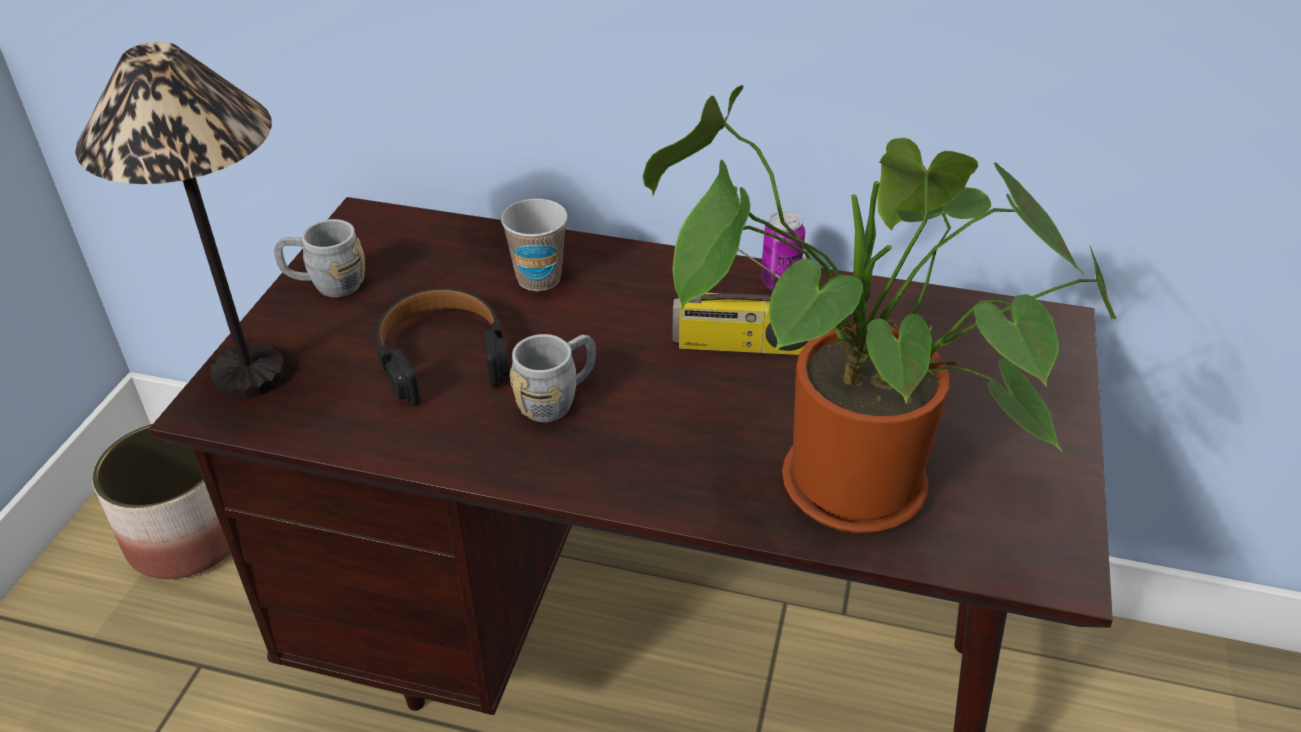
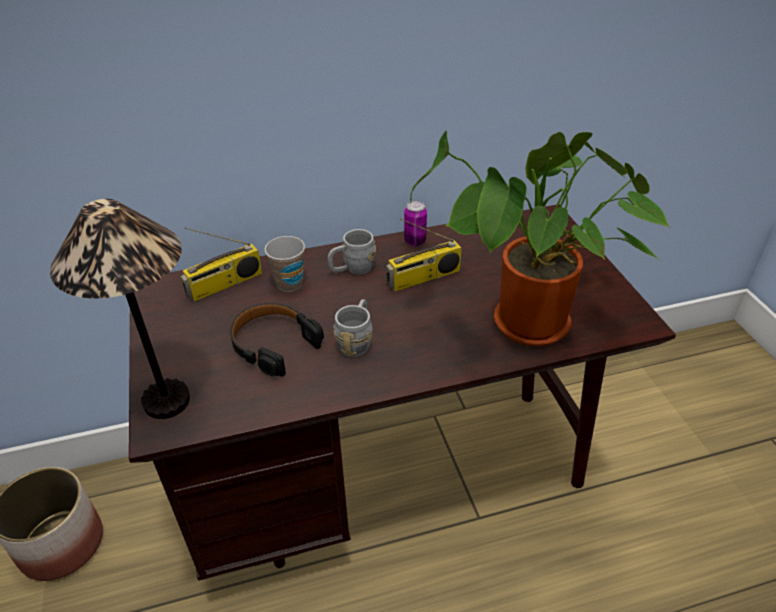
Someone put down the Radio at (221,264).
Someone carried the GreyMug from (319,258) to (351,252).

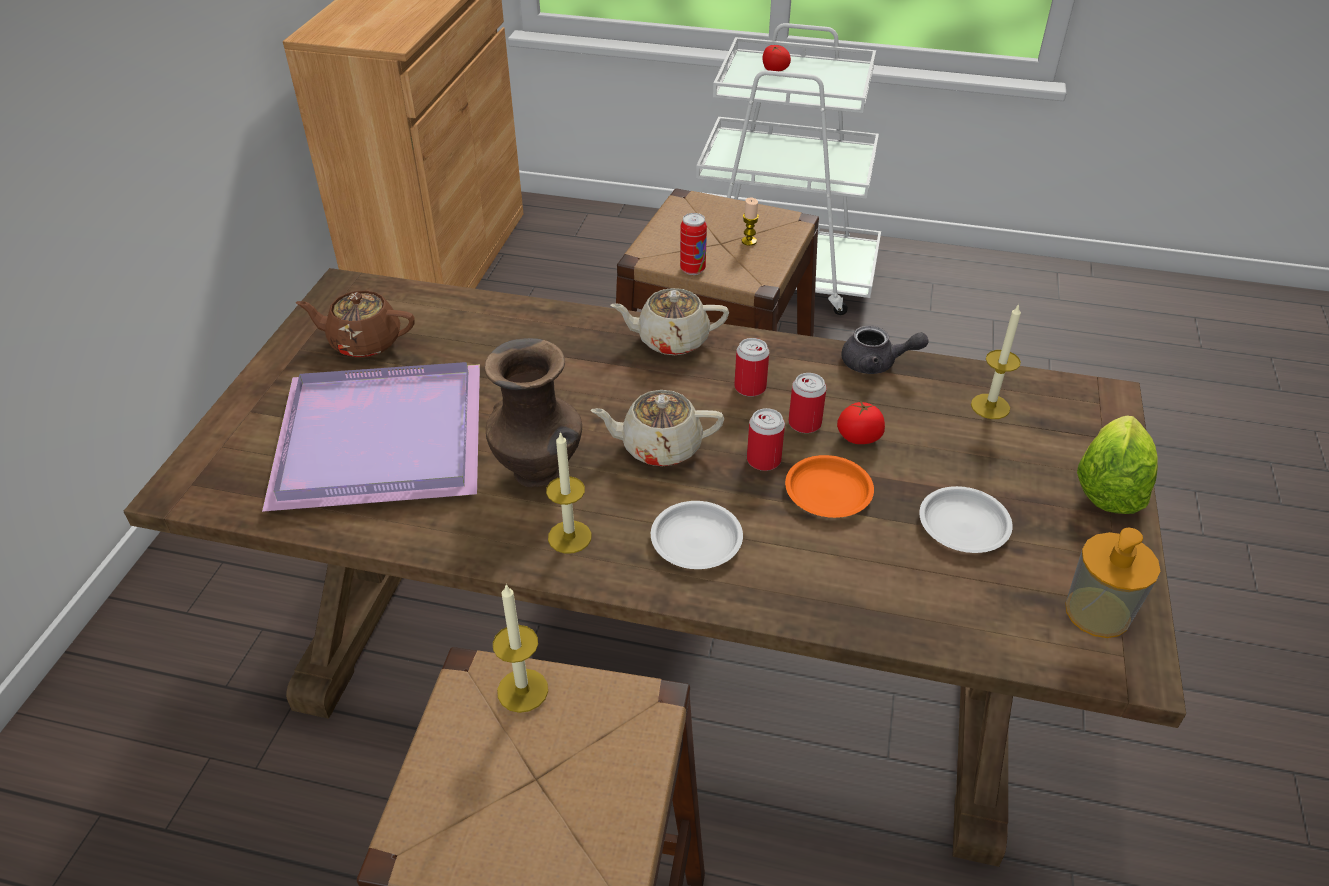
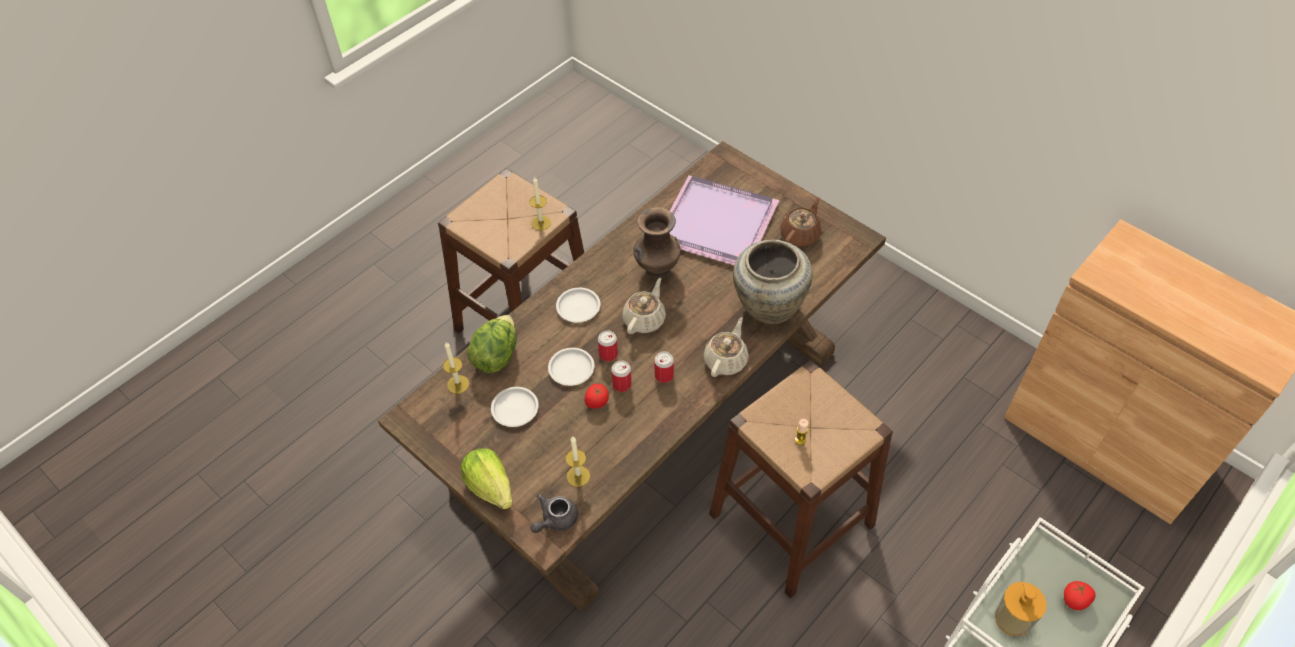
Someone took away the Can at (693,244).
Someone put down the Lettuce at (491,344).
Someone put down the BeigeVase at (773,282).
Someone carried the Candle from (568,492) to (456,368).
Someone carried the GreyTeapot from (885,349) to (554,513).
Someone carried the SoapDispenser from (1112,583) to (1021,609).
Someone repainted the OrangePlate at (829,486), which became the WhitePlate at (571,367).

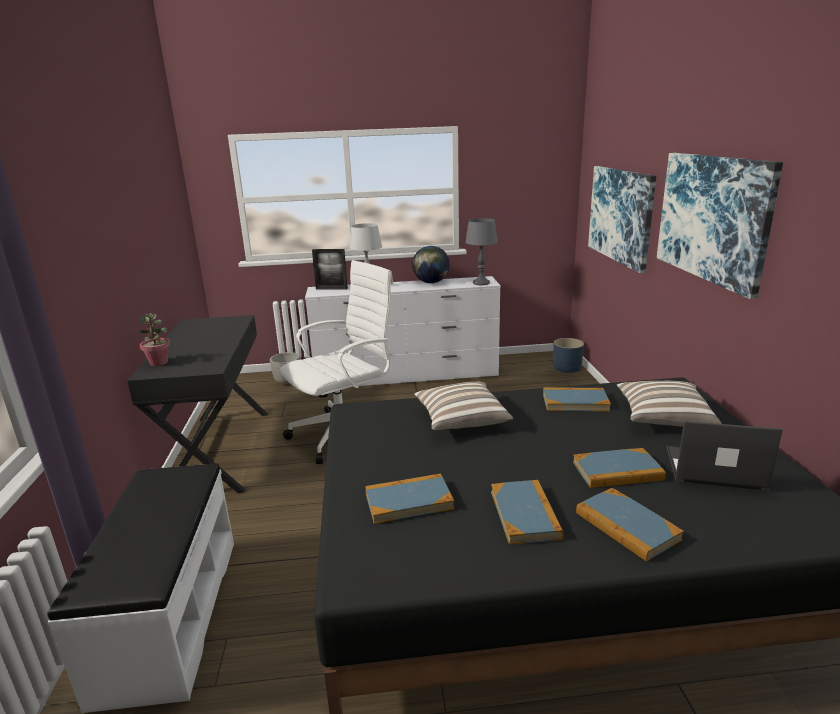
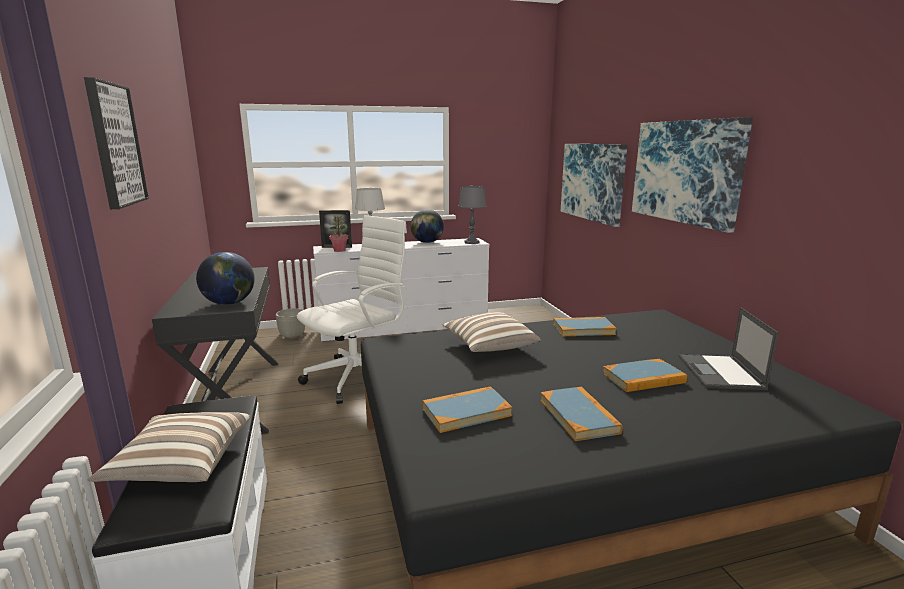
Someone took away the BluePlanter at (568,355).
Someone took away the Book at (630,525).
Someone put up the Picture at (116,143).
Someone put down the Globe at (225,278).
Someone carried the PottedPlant from (154,339) to (338,233).
Someone carried the Pillow from (669,404) to (169,447).
Someone rotated the Laptop at (724,456) by 90 degrees counterclockwise.

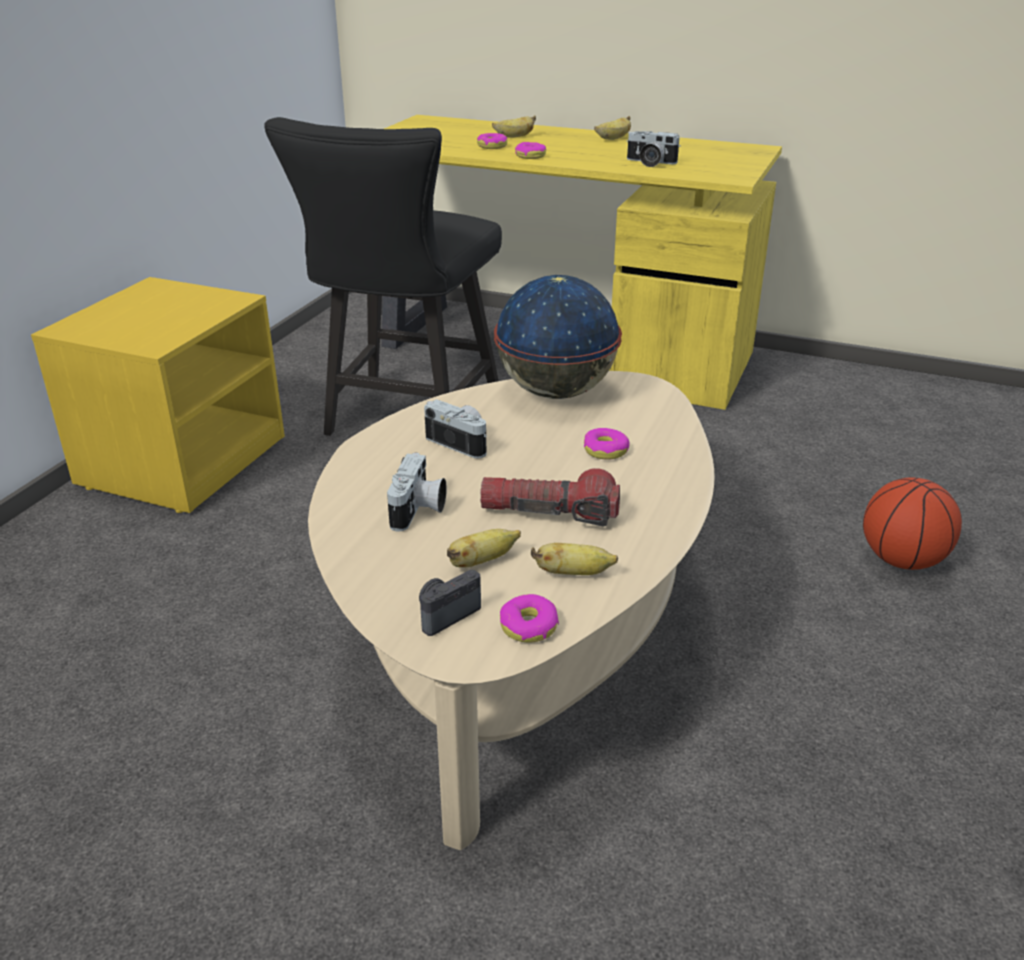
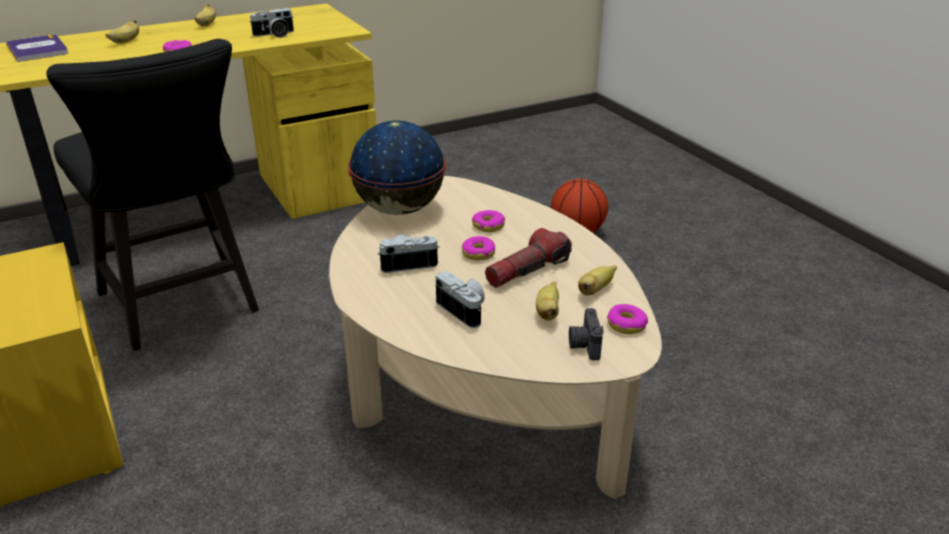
Someone put down the Book at (37,48).
Someone carried the Donut from (492,141) to (478,248).

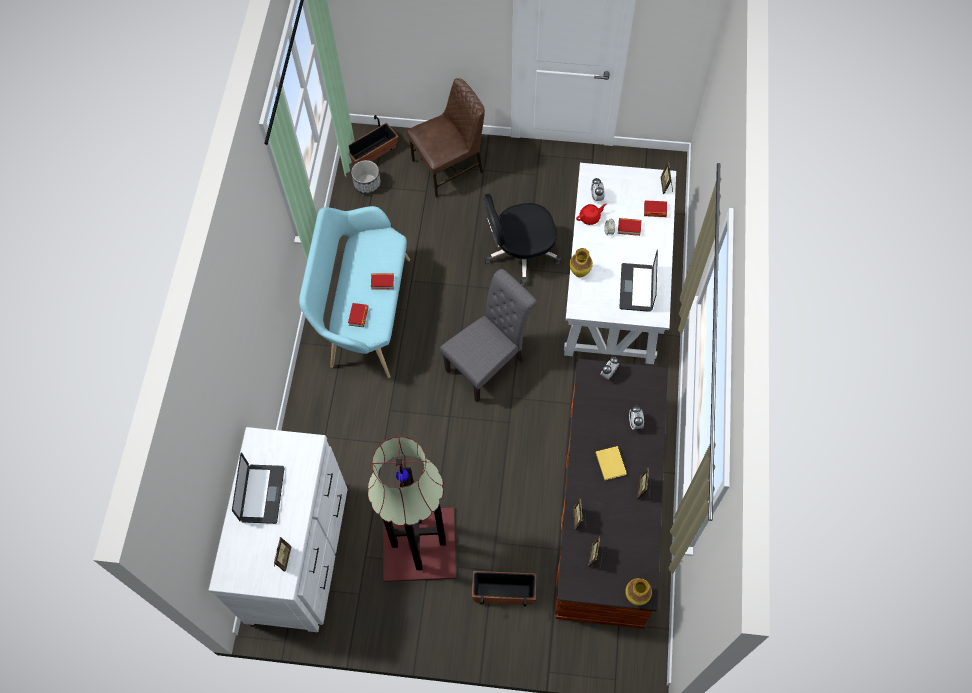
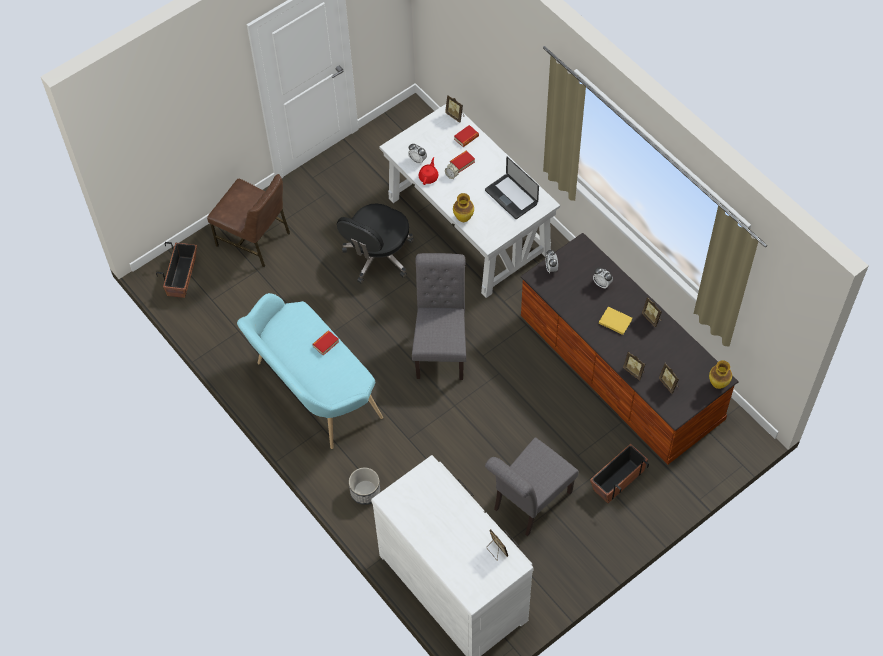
Someone took away the Laptop at (258,488).
Someone took away the Book at (358,315).
Someone carried the Planter from (366,177) to (364,486).
Someone swapped the FloorLamp at (412,509) for the GreyChair at (532,487).
Someone rotated the BrownChair at (446,138) by 105 degrees clockwise.

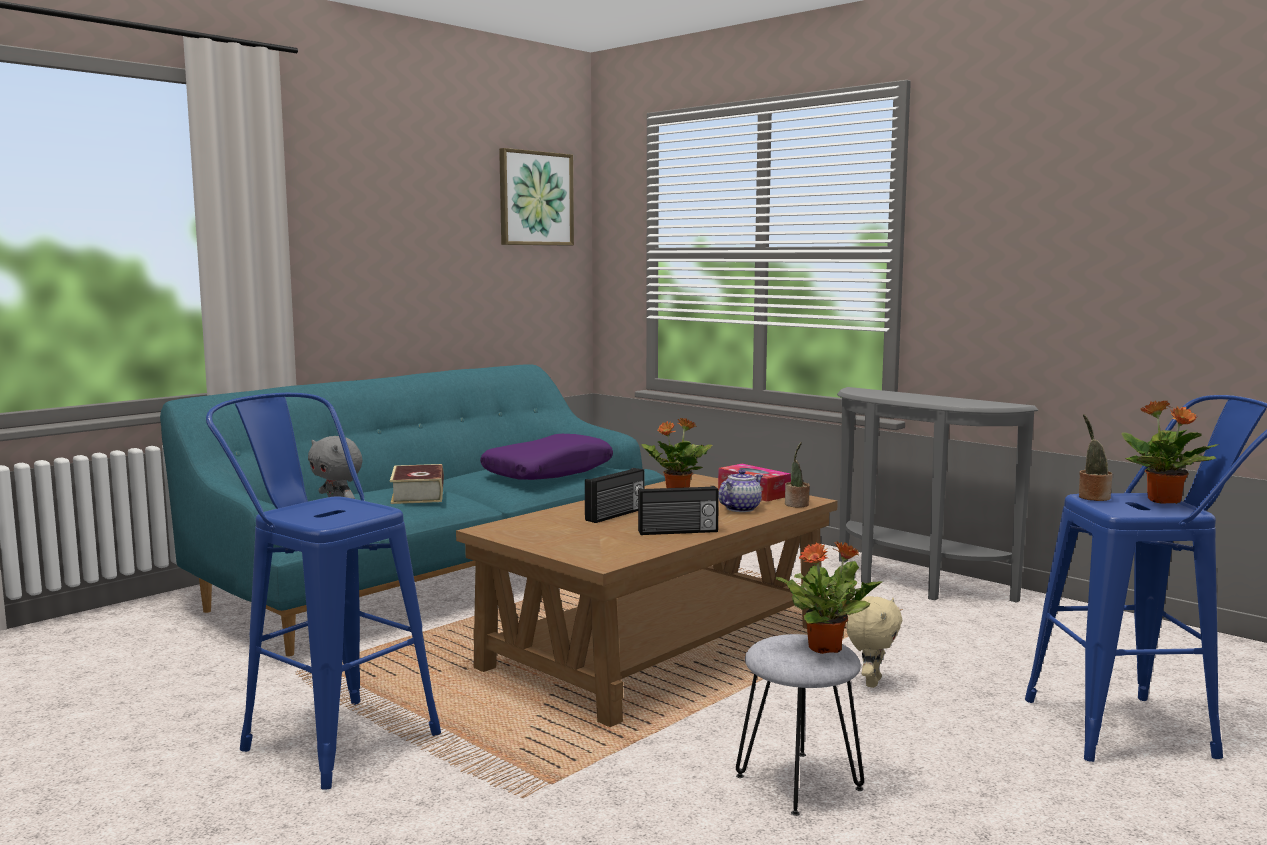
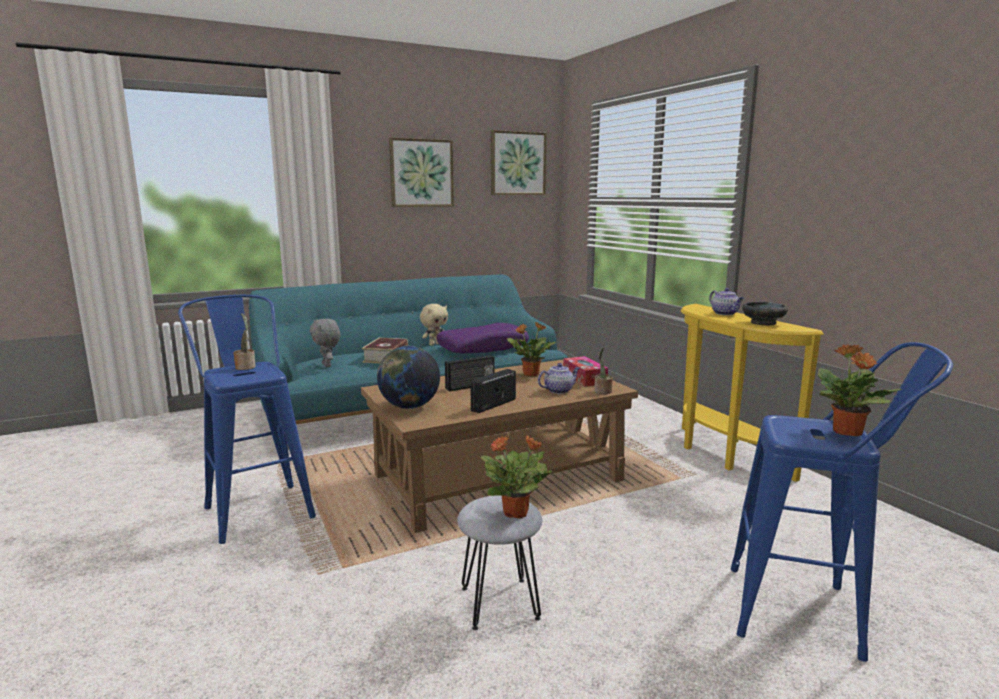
Someone put down the Globe at (408,377).
Someone put up the Picture at (421,172).
Someone put down the Teapot at (726,301).
Someone put down the BlackBowl at (765,314).
Someone carried the BeigePlushToy from (874,642) to (434,325).
Someone carried the PottedPlant from (1096,457) to (244,341).
Someone repainted the GreyConsoleTable at (937,495), which became the YellowConsoleTable at (752,393).
Someone rotated the Radio at (678,510) by 120 degrees clockwise.

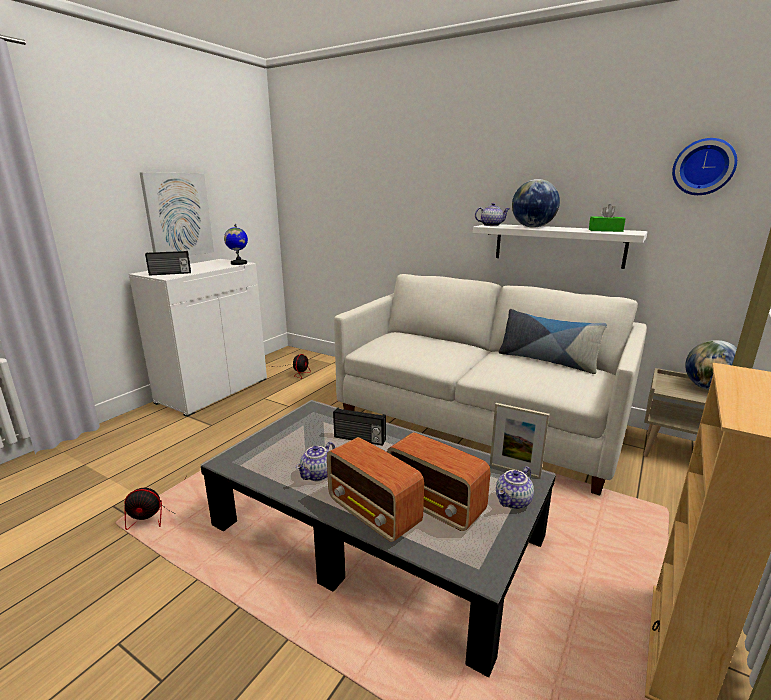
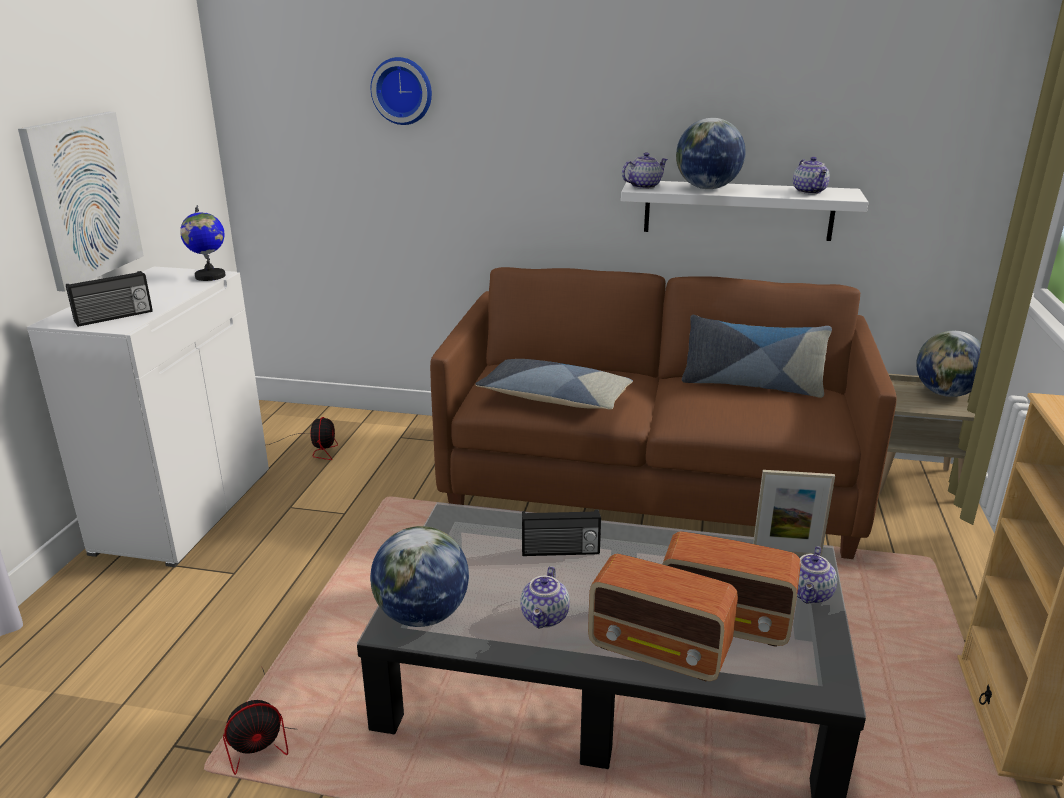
Someone put down the Globe at (419,576).
Someone put down the Pillow at (554,384).
Someone carried the WallClock from (704,166) to (401,91).
Someone swapped the GreenTissueBox at (607,218) for the Teapot at (811,175).
Someone repainted the WhiteSofa at (490,384), which became the BrownSofa at (663,413).

